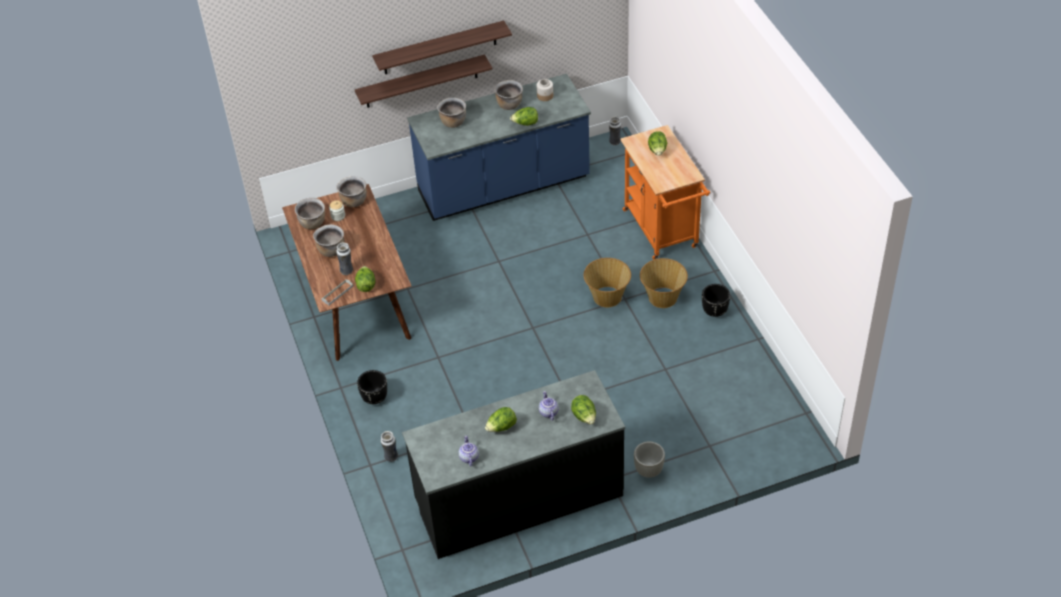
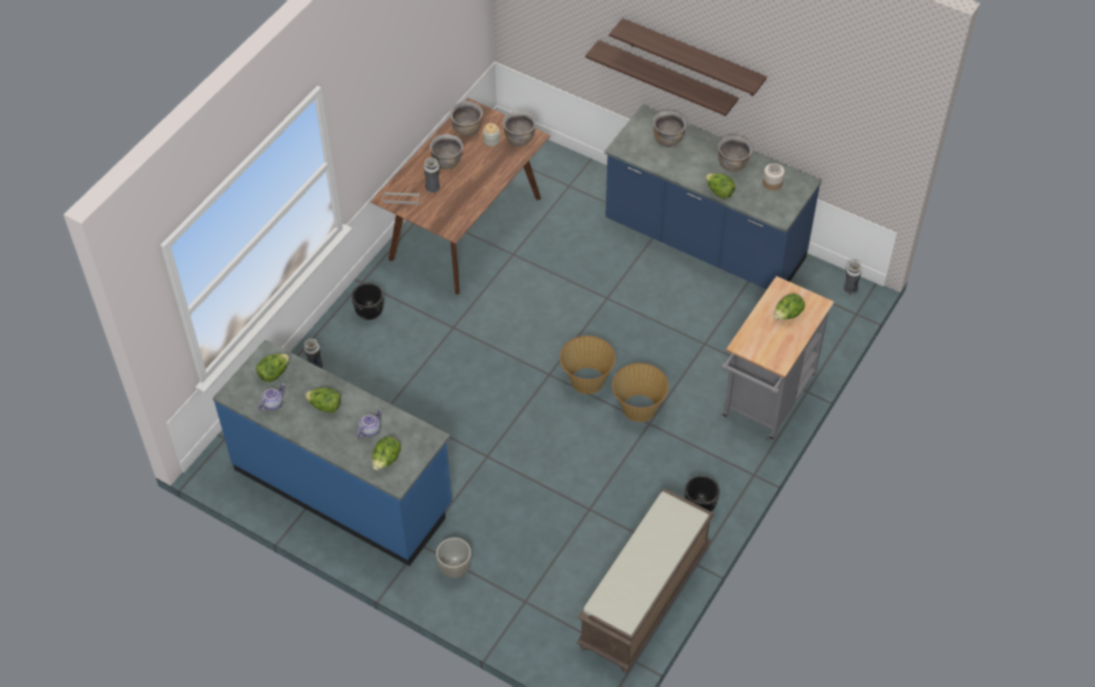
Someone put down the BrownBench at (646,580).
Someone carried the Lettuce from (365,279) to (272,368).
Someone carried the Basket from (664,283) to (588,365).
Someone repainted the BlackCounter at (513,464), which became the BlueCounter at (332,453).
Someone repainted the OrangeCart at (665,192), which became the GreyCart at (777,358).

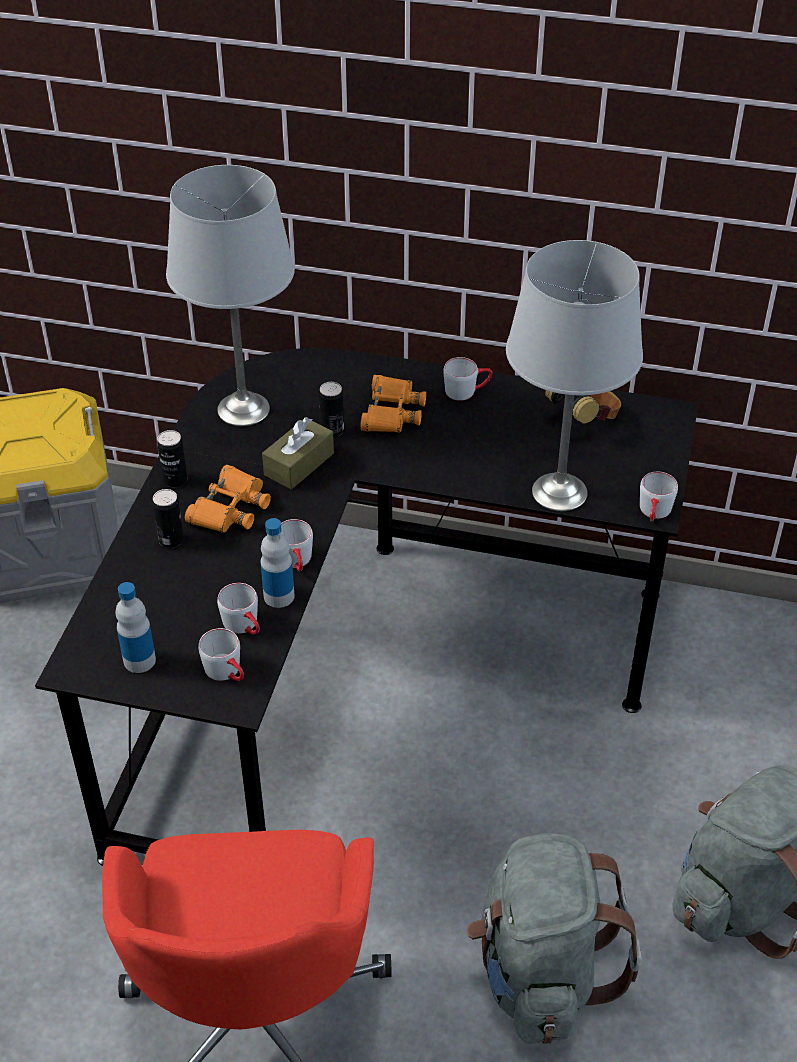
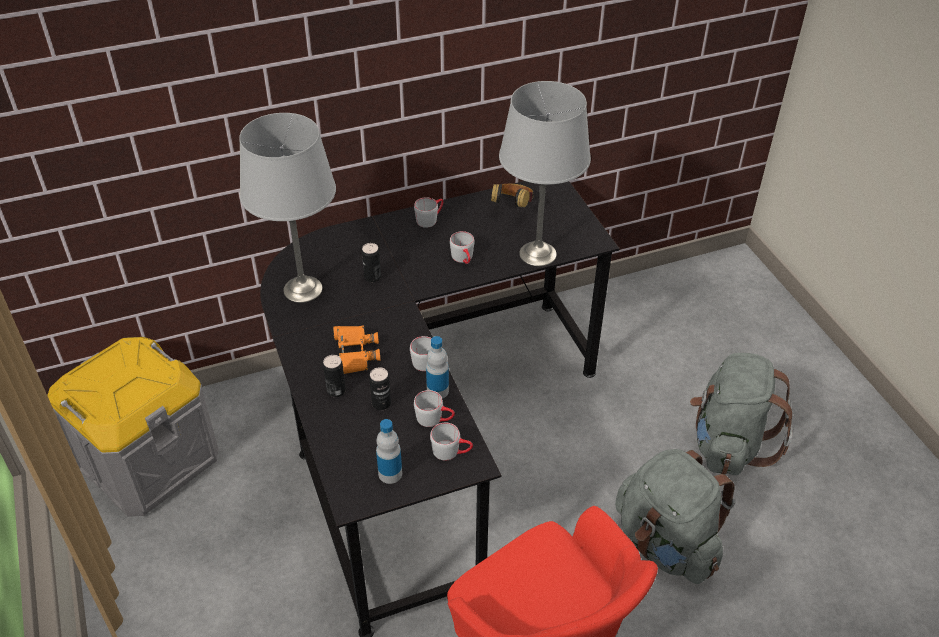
Someone took away the BrownTissueBox at (298,453).
Someone took away the OrangeBinoculars at (393,403).
Someone carried the Can from (172,458) to (380,388).
Someone carried the GreyMug from (659,496) to (462,247).

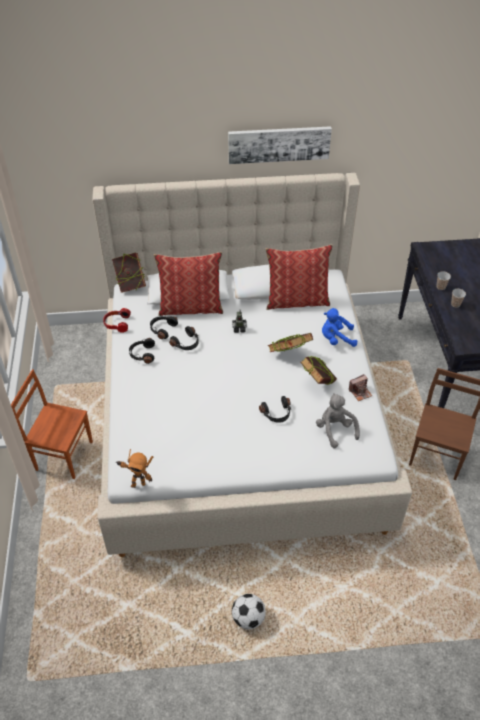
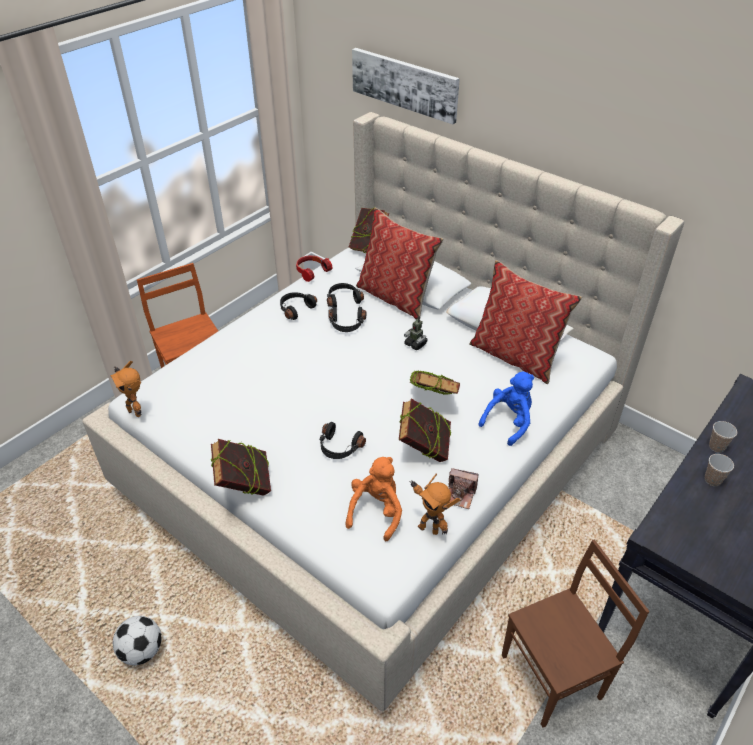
Someone put down the Book at (241,467).
Someone put down the ToyRobot at (435,504).
Someone carried the Picture from (280,145) to (406,86).
Someone repainted the GreyPlushToy at (338,420), which became the OrangePlushToy at (373,499).
Someone rotated the BluePlushToy at (339,327) by 90 degrees clockwise.

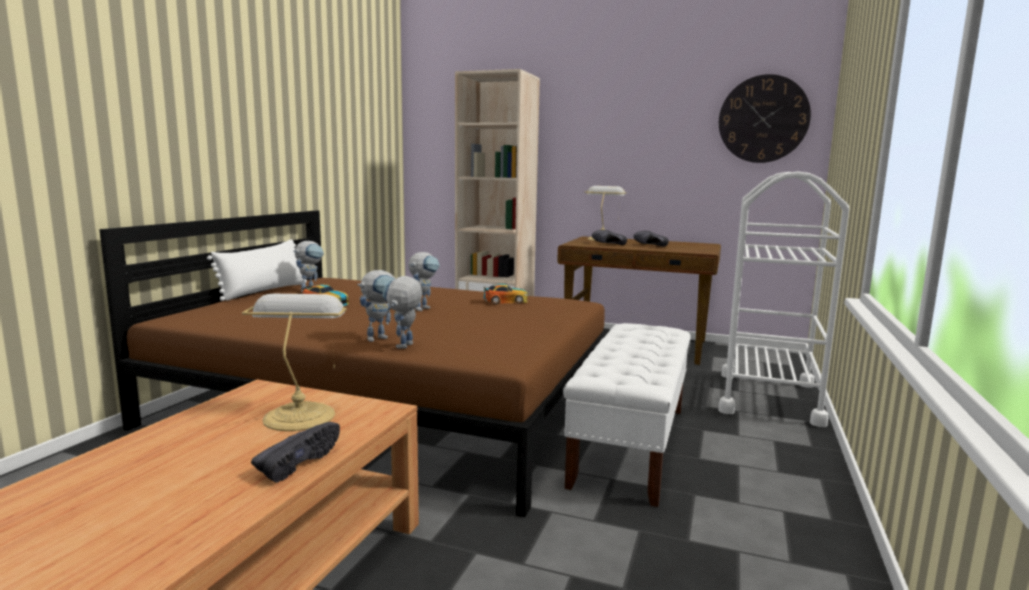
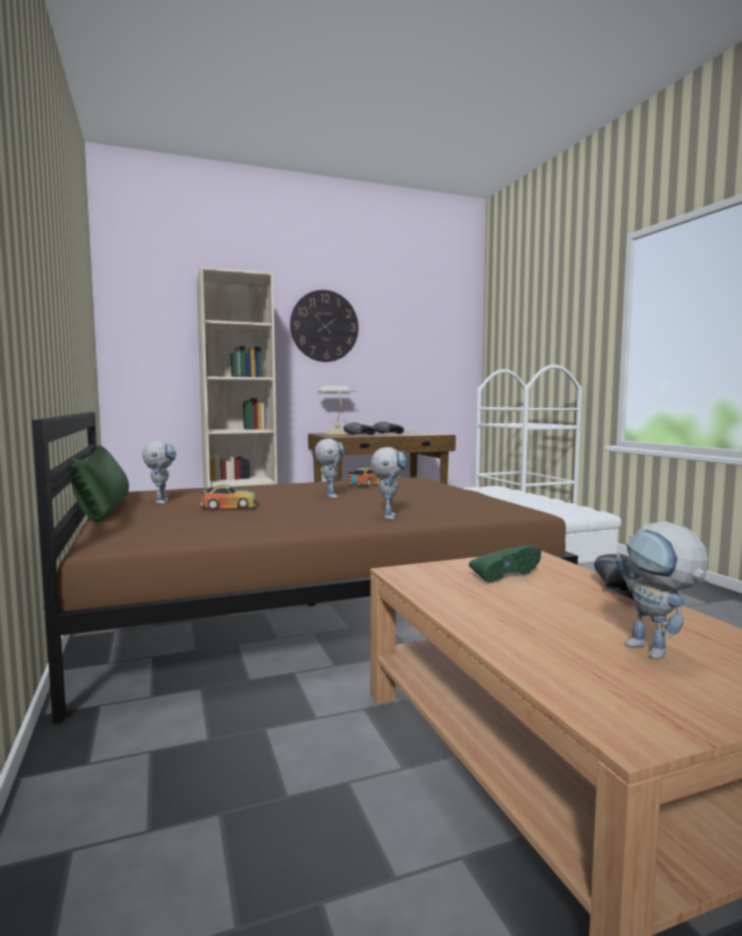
Someone carried the ToyRobot from (402,312) to (662,590).
Someone carried the WallClock from (765,118) to (324,326).
Someone swapped the TableLamp at (294,362) for the GreenShoe at (505,564).
Someone repainted the WhitePillow at (257,270), which became the GreenPillow at (98,483).

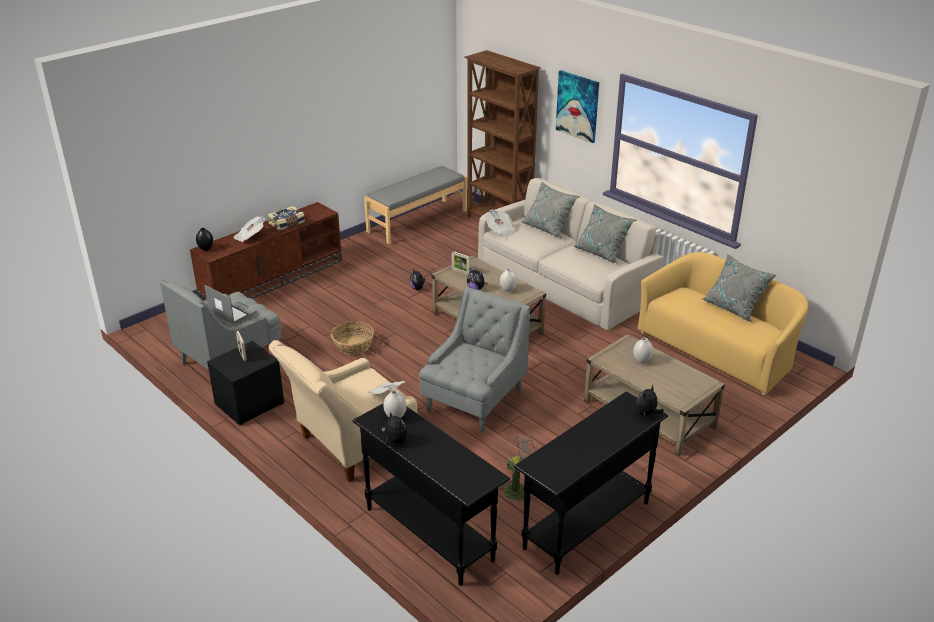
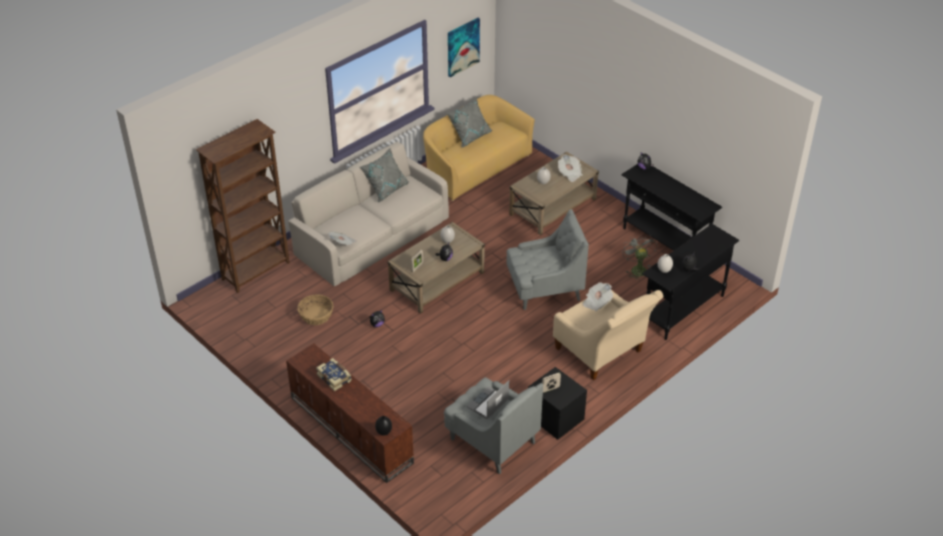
Someone took away the GreyBench at (415,205).
Someone took away the GreyPillow at (550,209).
Someone carried the Newspaper from (249,229) to (570,168).
Someone carried the Basket from (352,338) to (315,310).
Someone carried the Picture from (577,106) to (464,48).
Someone rotated the GreyArmchair at (474,360) by 135 degrees clockwise.

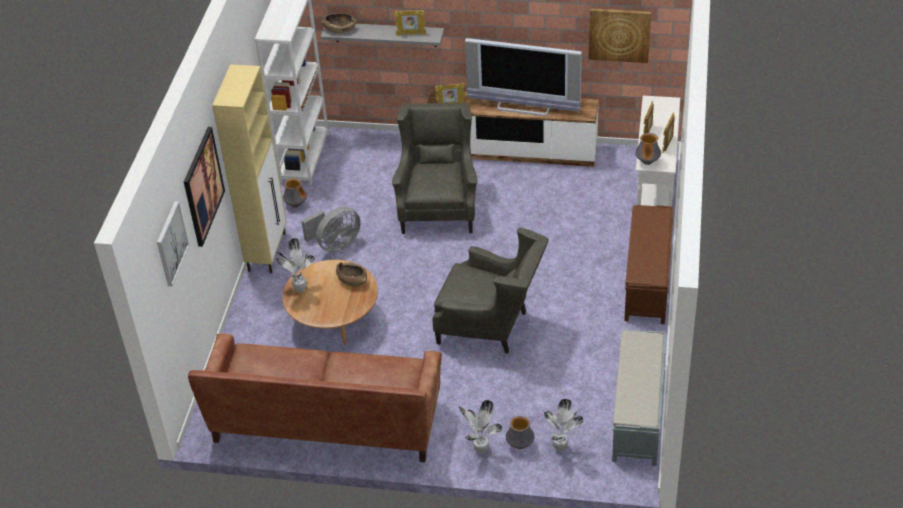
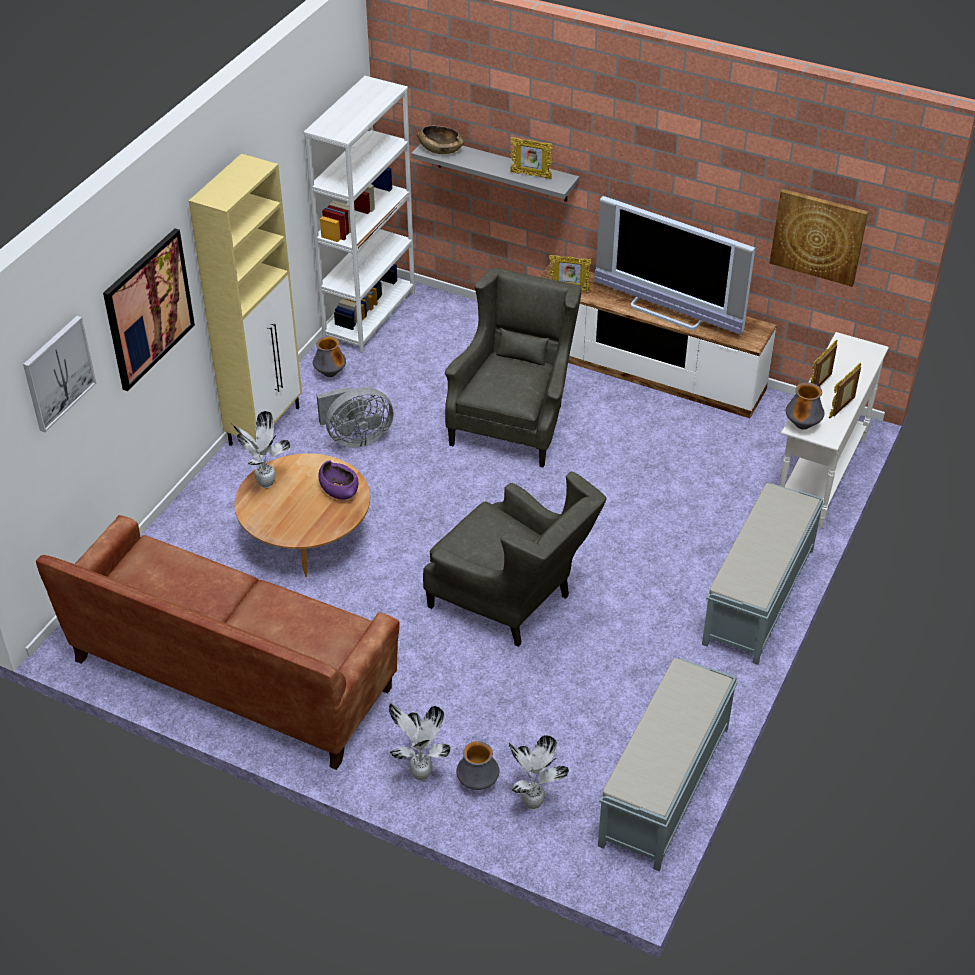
Someone repainted the BrownBowl at (351,274), which became the PurpleBowl at (338,480).
Someone repainted the BrownBench at (649,264), which became the GreyBench at (763,574).

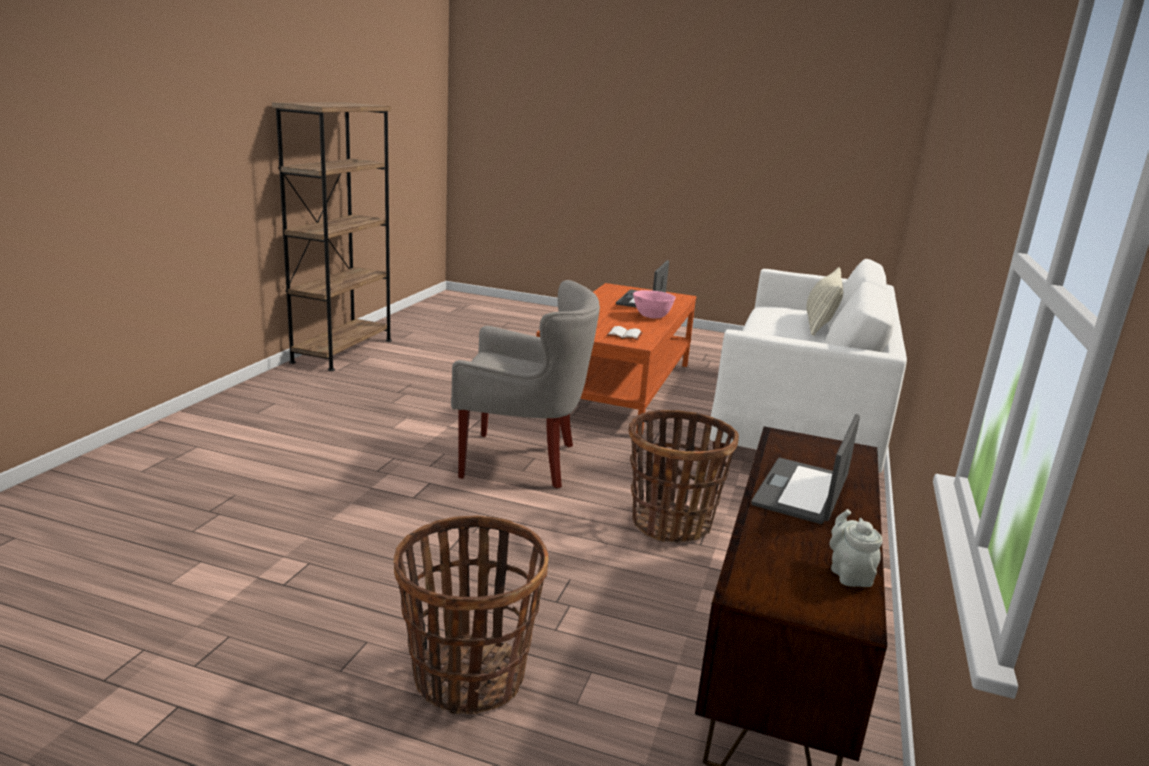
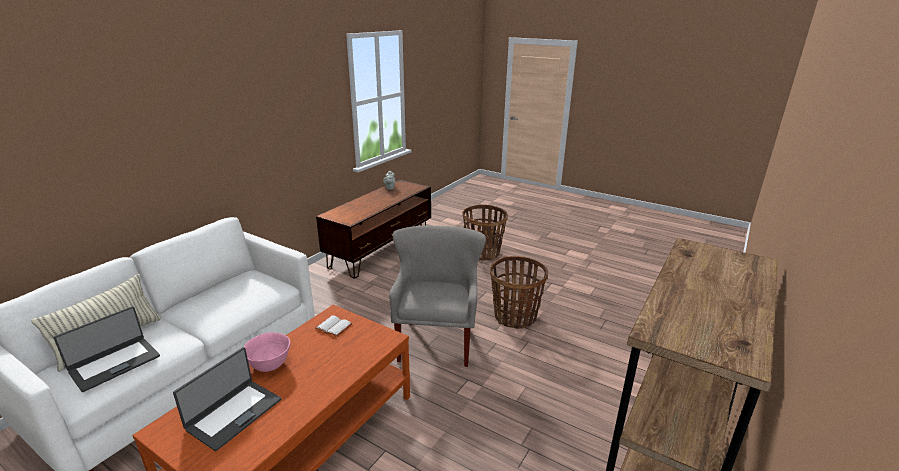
Someone carried the Basket from (683,476) to (519,292).
Someone carried the Laptop from (805,469) to (107,349).
Someone rotated the GreyArmchair at (525,384) by 75 degrees clockwise.

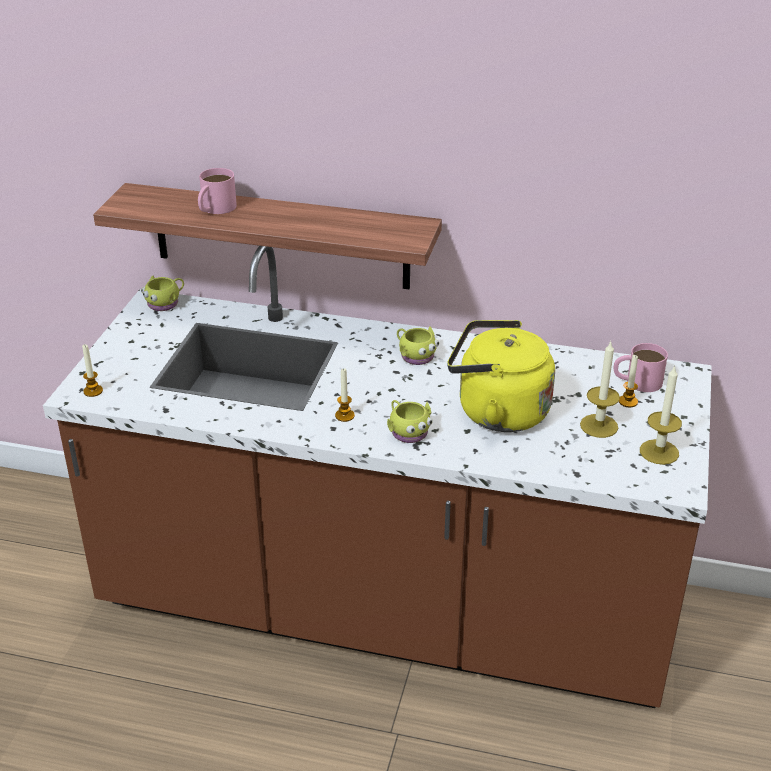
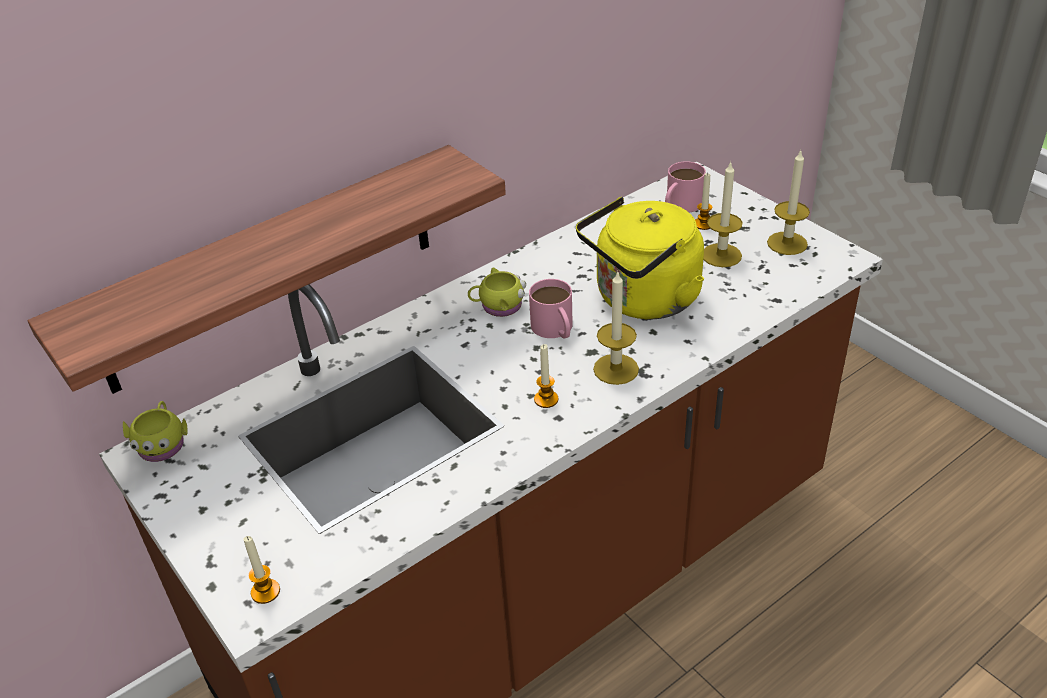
Someone carried the PinkMug from (217,191) to (551,309).
Someone swapped the YellowMug at (410,421) for the Candle at (616,327).

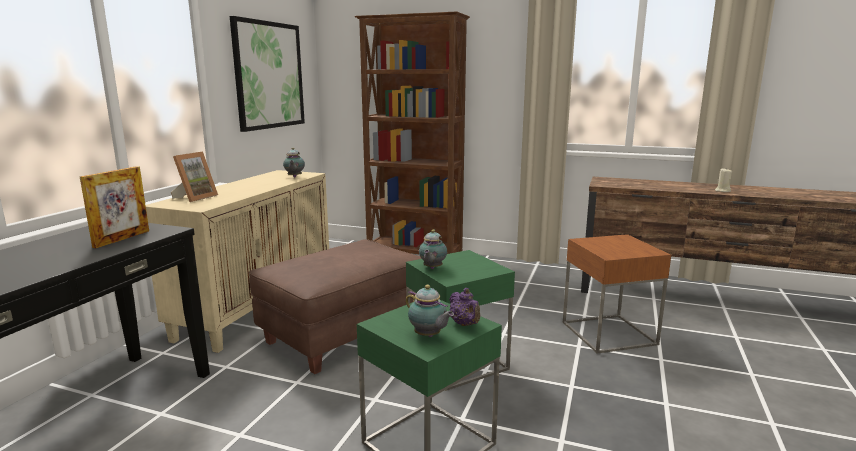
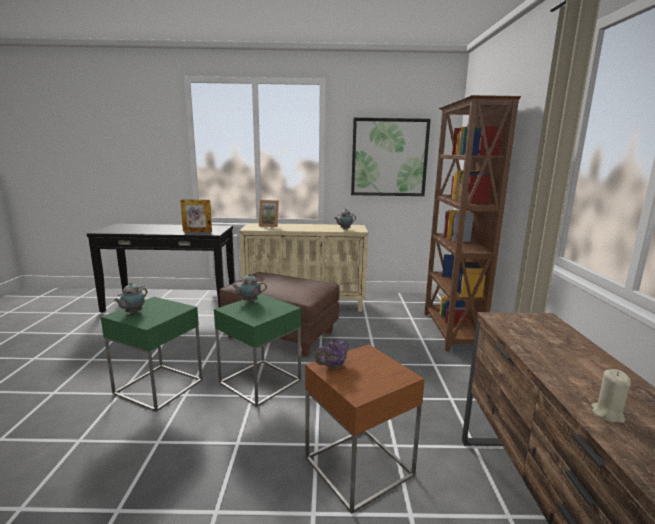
Someone carried the PurpleTeapot from (465,307) to (332,353).

